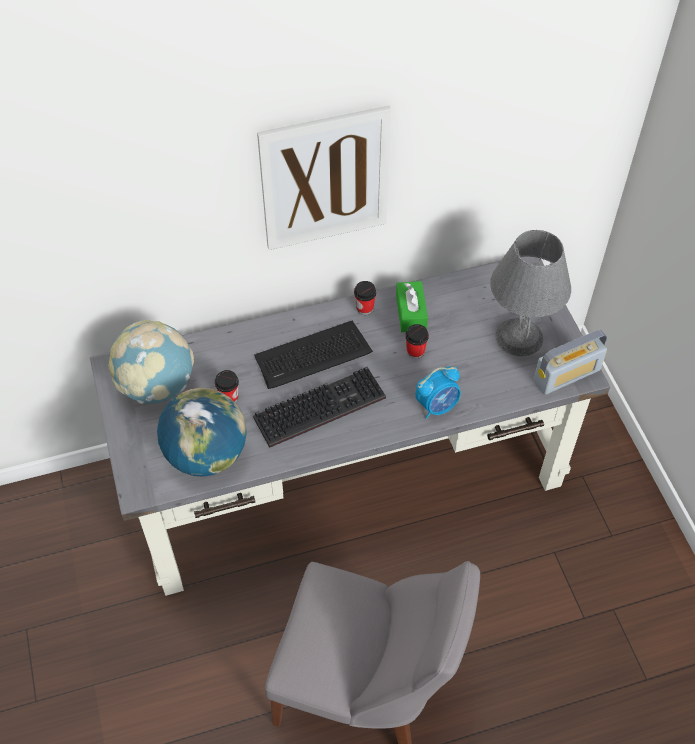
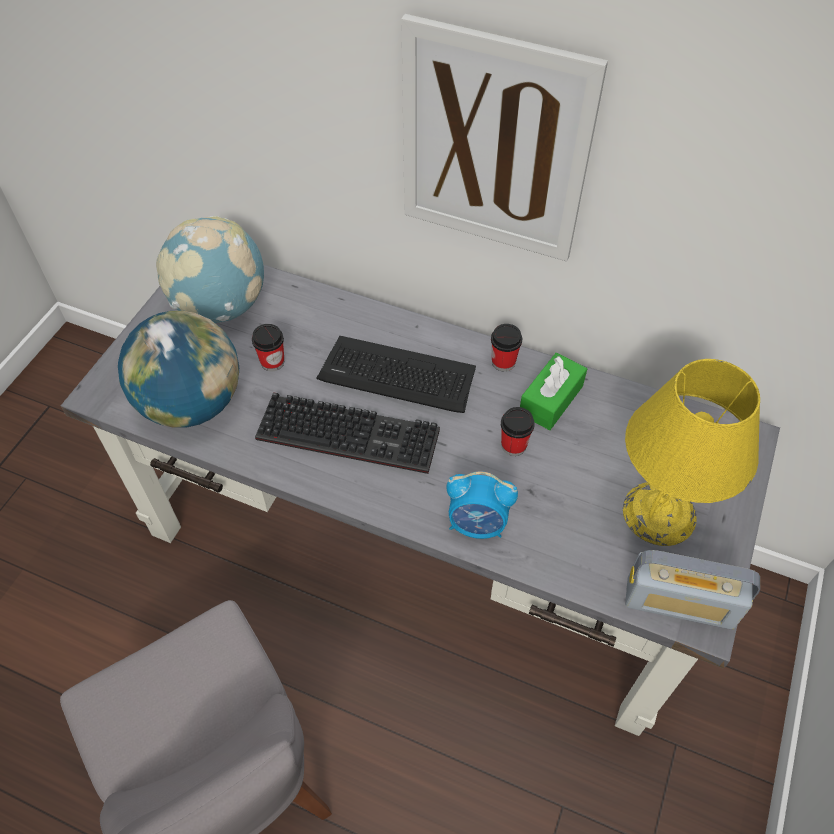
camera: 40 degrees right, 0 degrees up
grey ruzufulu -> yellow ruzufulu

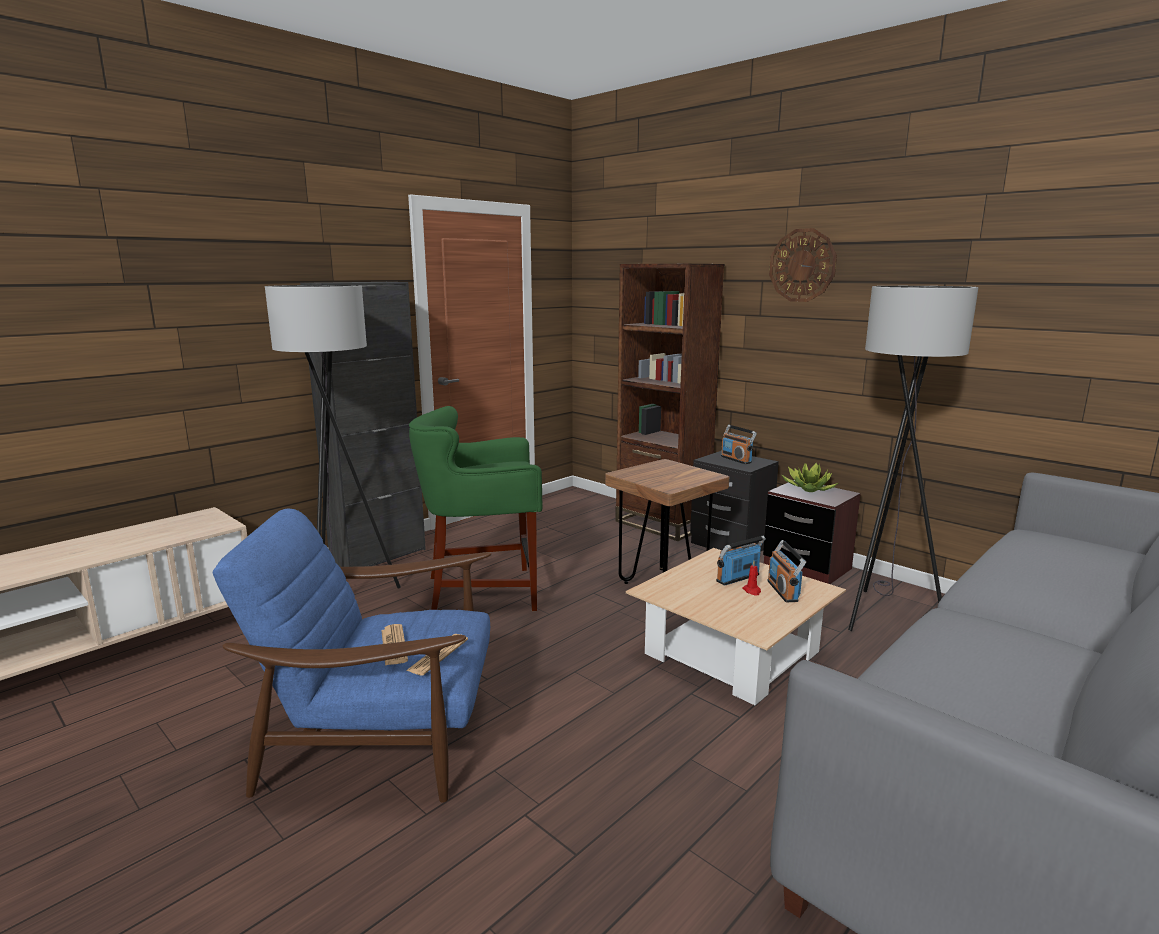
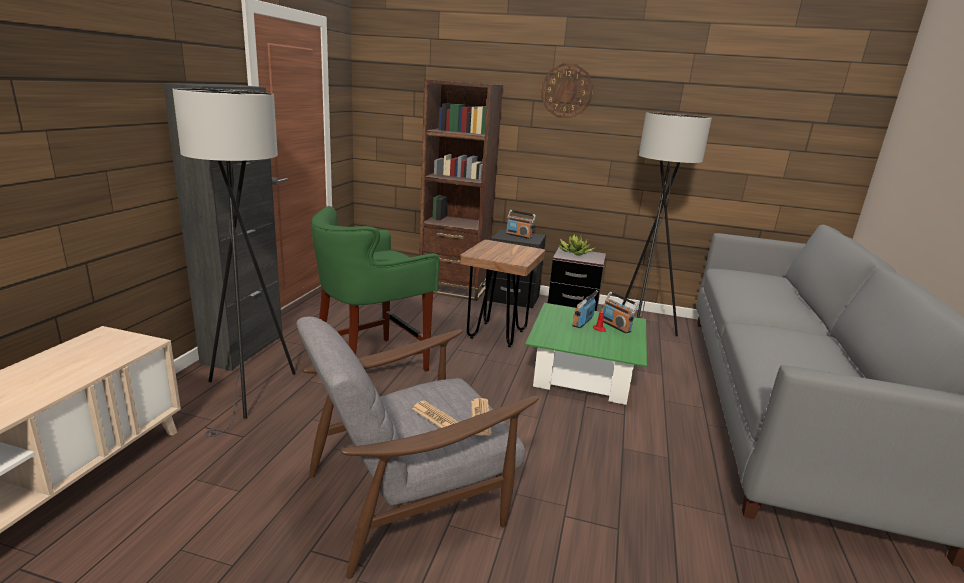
camera: 30 degrees left, 5 degrees up
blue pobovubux -> grey pobovubux
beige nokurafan -> green nokurafan

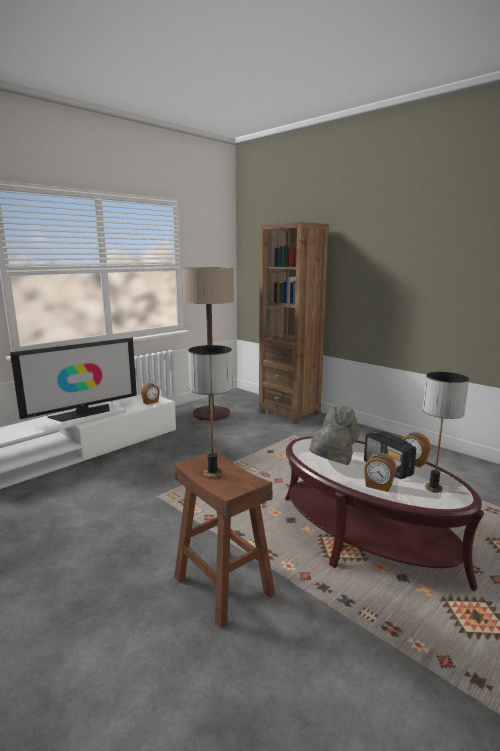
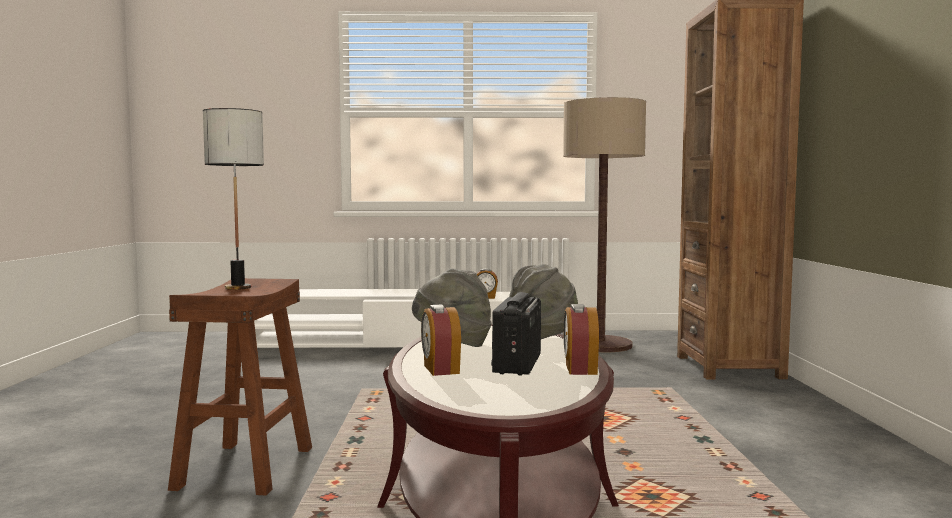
camera: 45 degrees right, 10 degrees down
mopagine -> none
ruzufulu (2nd from left) -> none

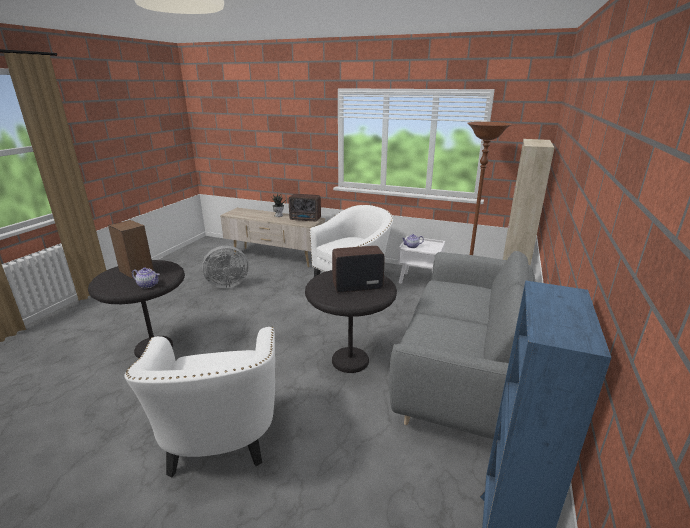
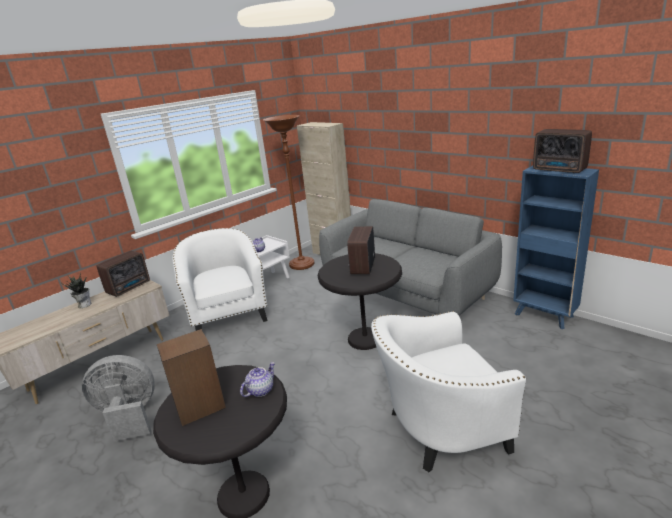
camera: 65 degrees left, 0 degrees up
white pobovubux (1st from left in the first image) -> white pobovubux (2nd from left), 150 degrees clockwise
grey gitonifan, 105 degrees counterclockwise
none -> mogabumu (3rd from left)

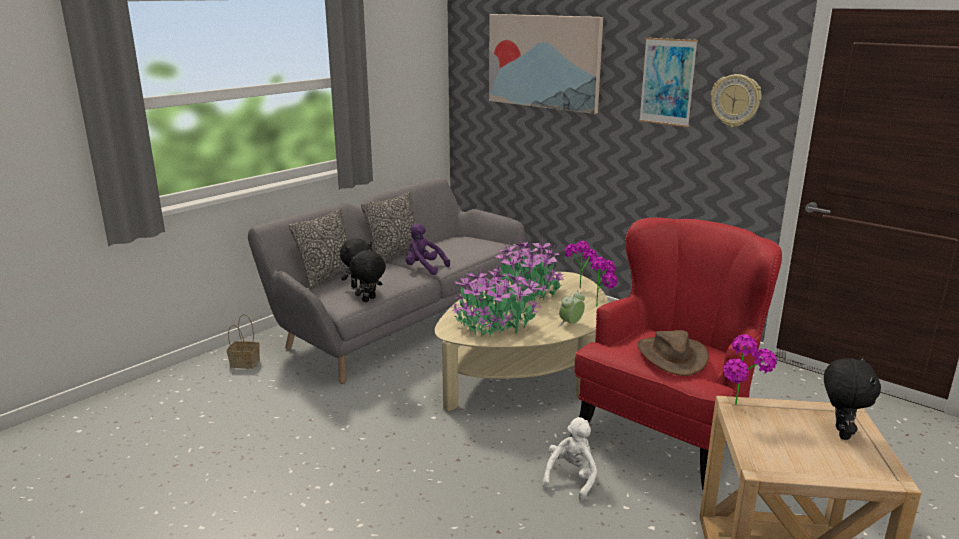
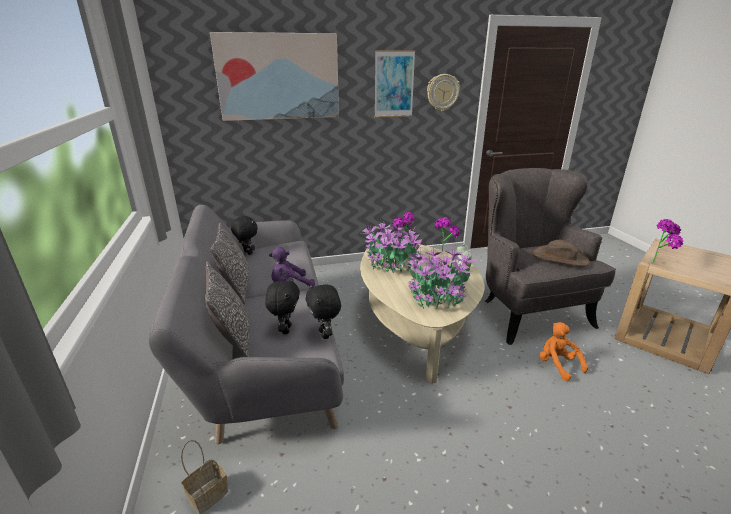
camera: 55 degrees left, 5 degrees up
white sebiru -> orange sebiru
red pobovubux -> grey pobovubux
black sebiru (3rd from left in the first image) -> black sebiru (1st from left), moved

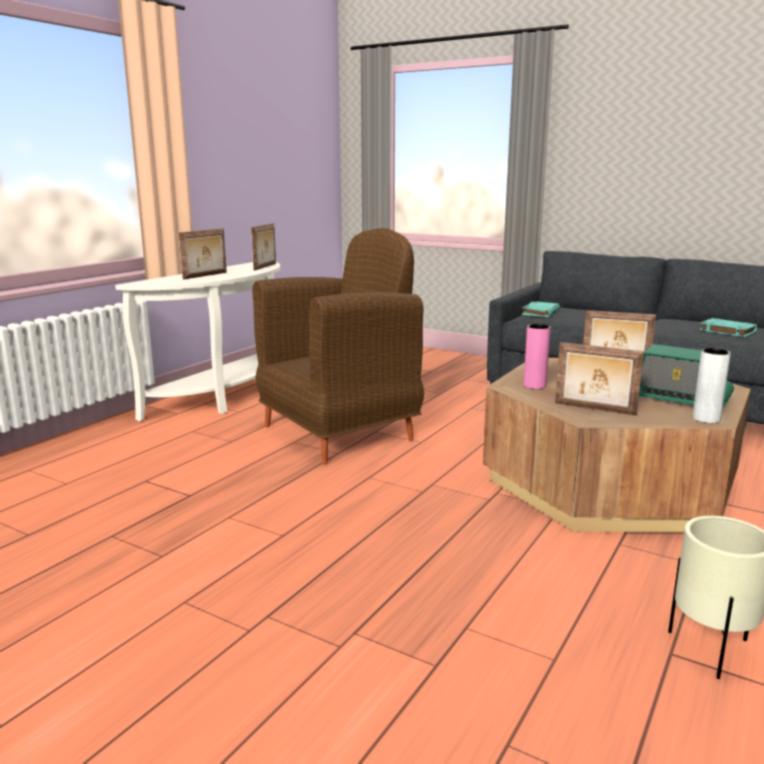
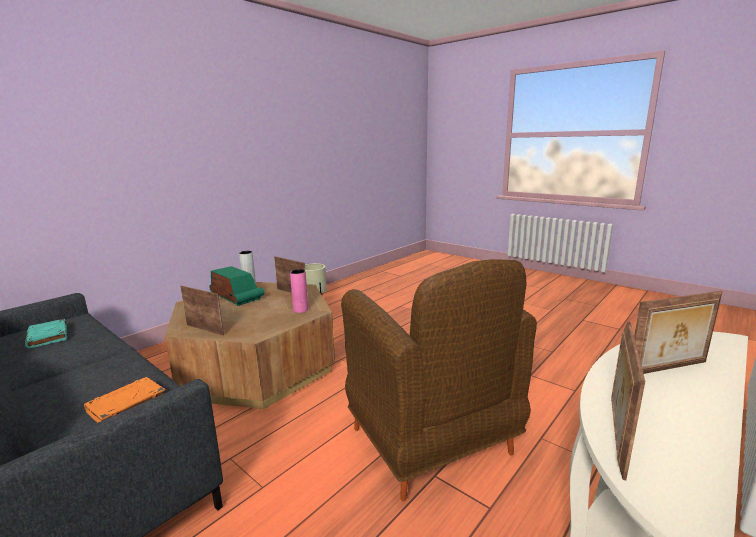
camera: 170 degrees left, 0 degrees up
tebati (1st from left in the first image) -> tebati (4th from left), 150 degrees counterclockwise
brown pobovubux, 90 degrees counterclockwise
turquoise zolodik (1st from left) -> orange zolodik

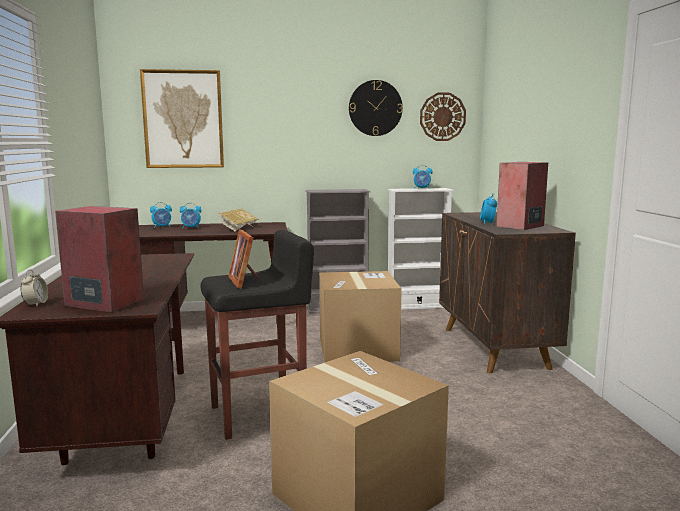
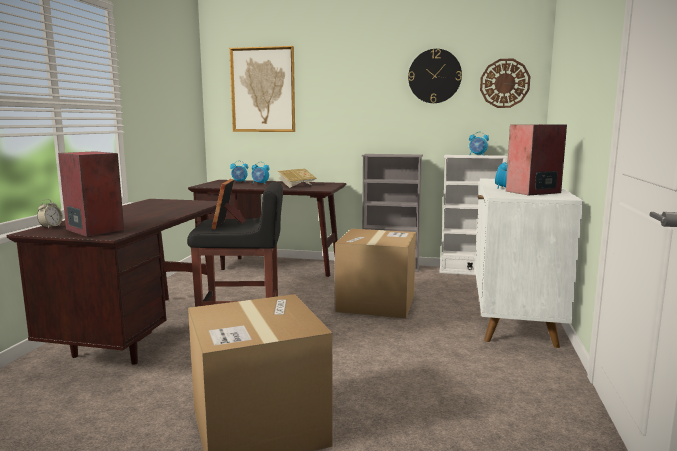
camera: 20 degrees right, 0 degrees up
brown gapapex -> white gapapex

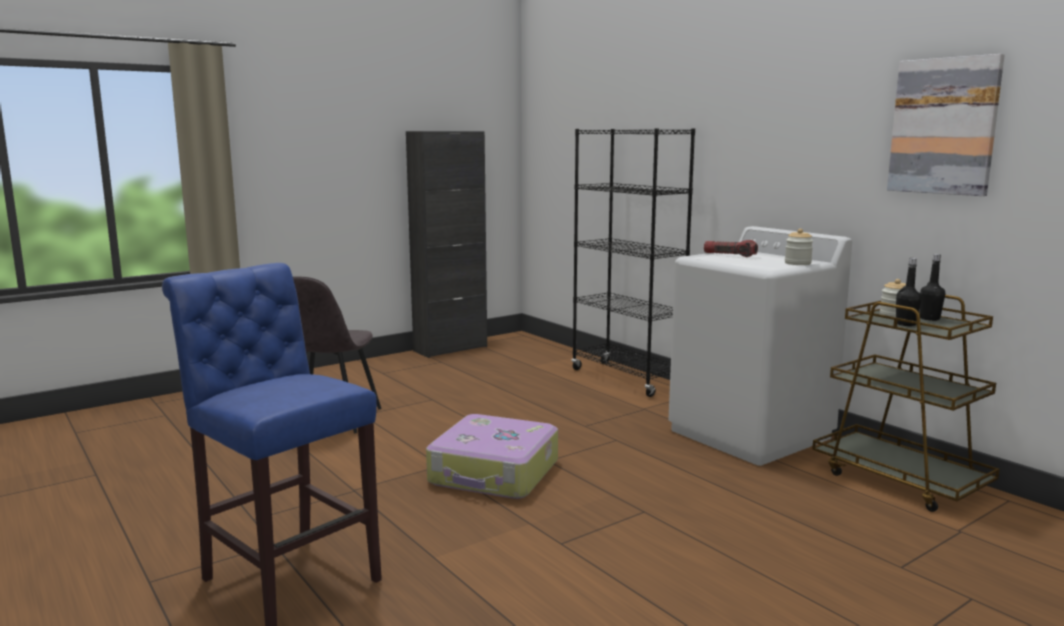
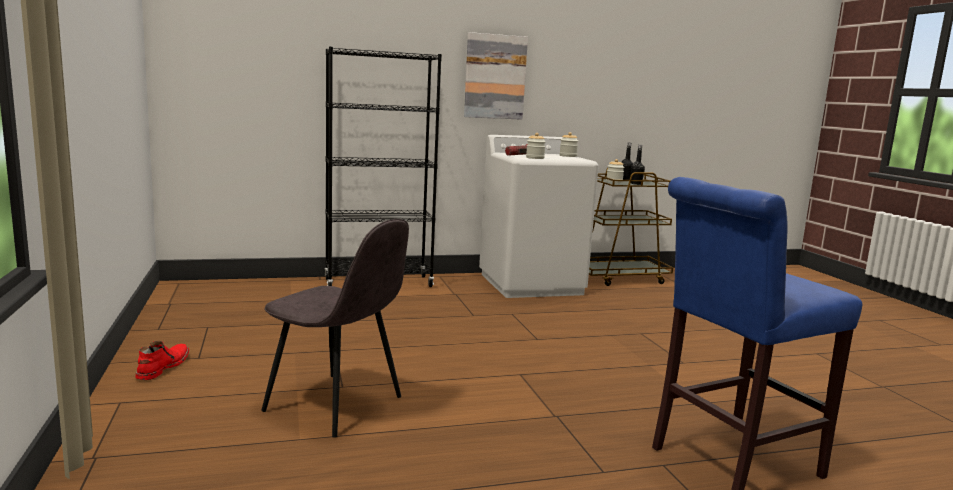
camera: 70 degrees left, 0 degrees up
black gapapex -> none
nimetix -> none
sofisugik, moved
none -> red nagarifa
none -> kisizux (1st from left)

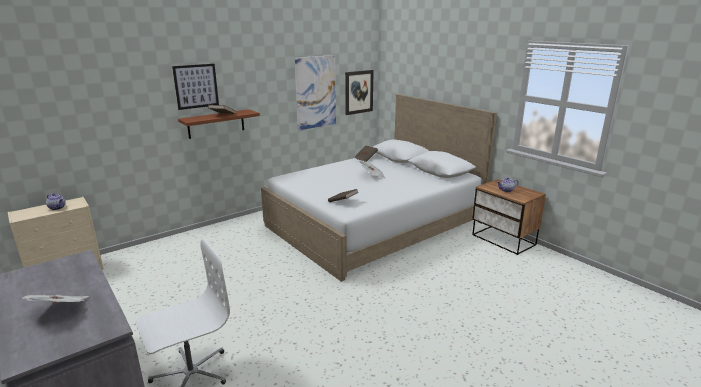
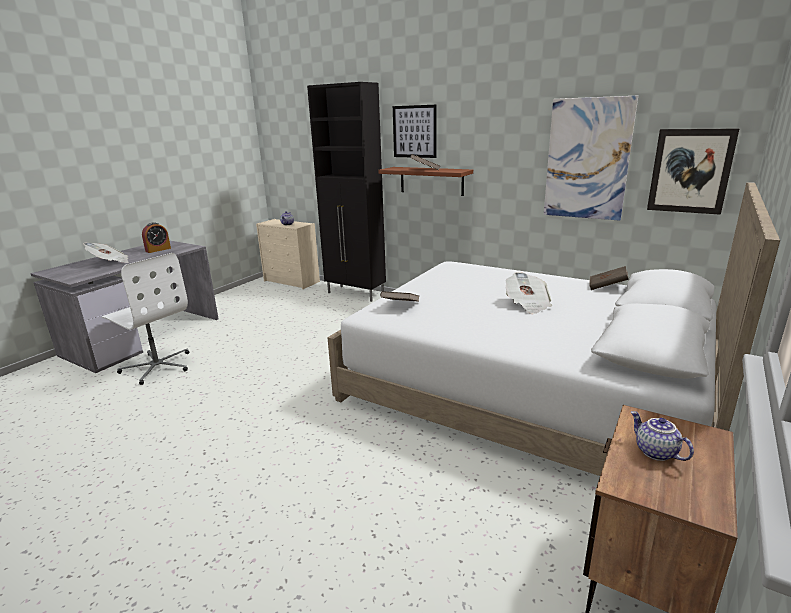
camera: 70 degrees right, 0 degrees up
none -> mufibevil
none -> black gapapex

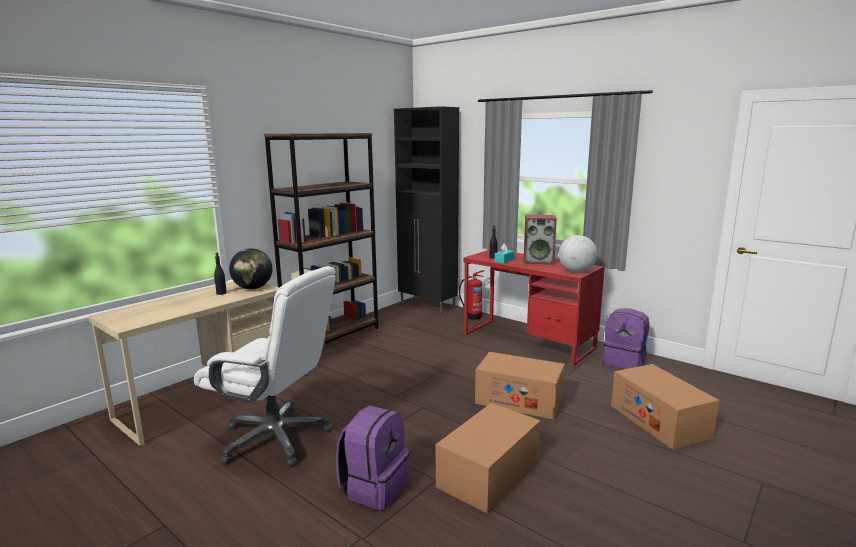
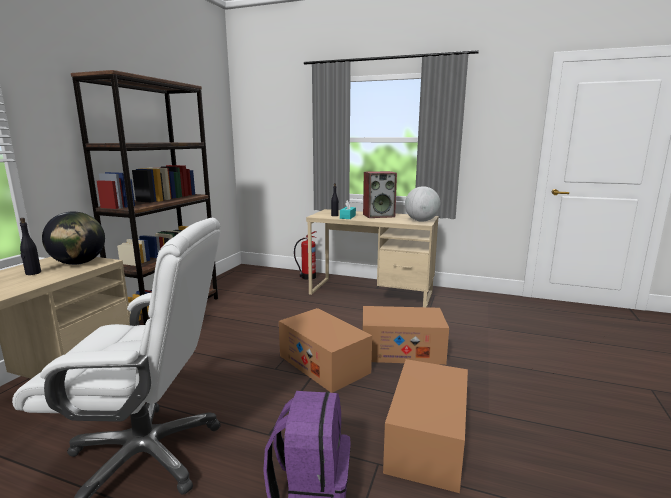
camera: 20 degrees left, 0 degrees up
black gapapex -> none
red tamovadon -> beige tamovadon (2nd from left)
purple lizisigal (2nd from left) -> none
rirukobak (3rd from left in the first image) -> rirukobak (1st from left), moved

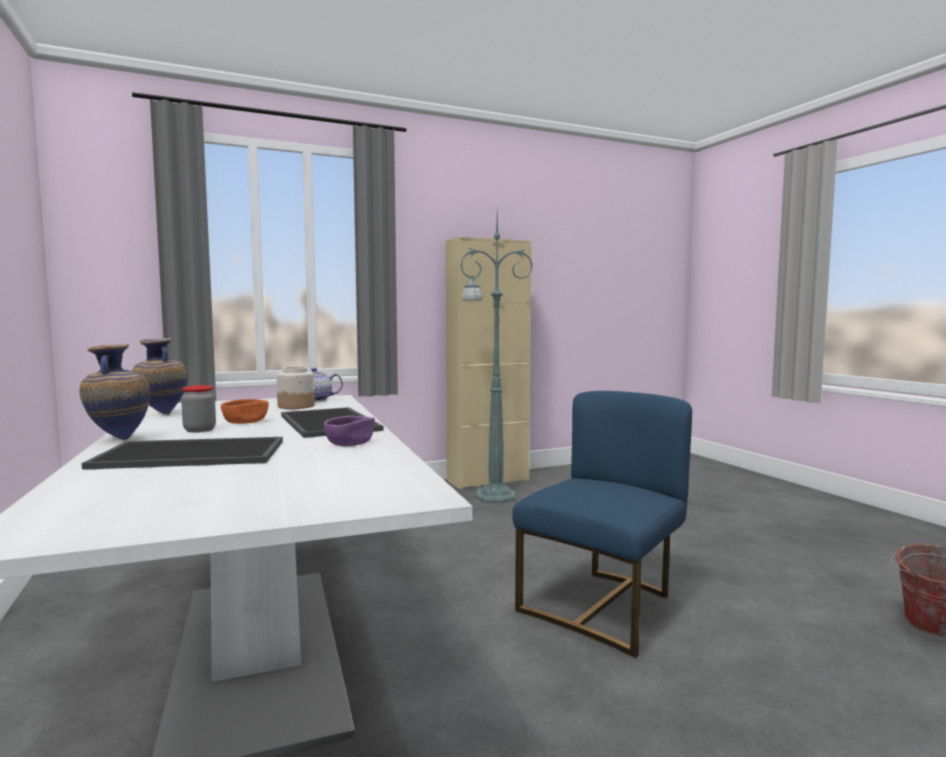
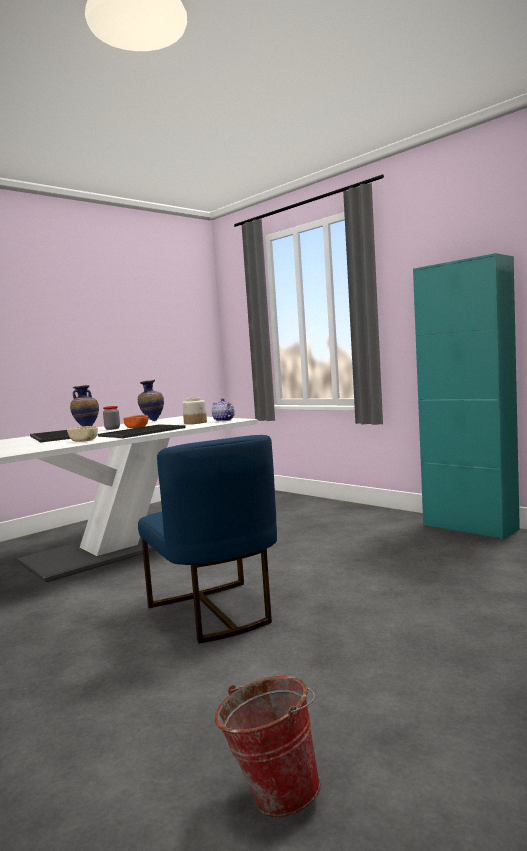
camera: 70 degrees right, 0 degrees up
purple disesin -> beige disesin
beige gapapex -> turquoise gapapex
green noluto -> none
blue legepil, 45 degrees clockwise

